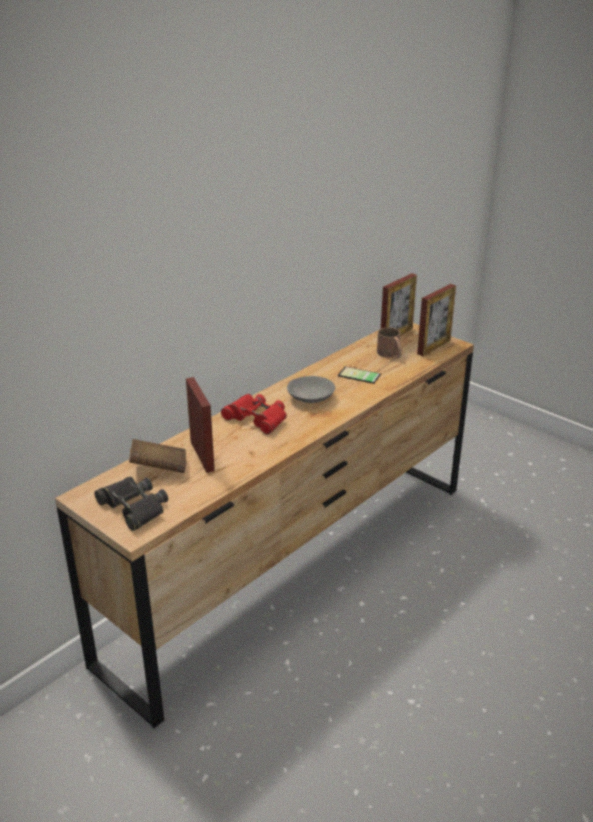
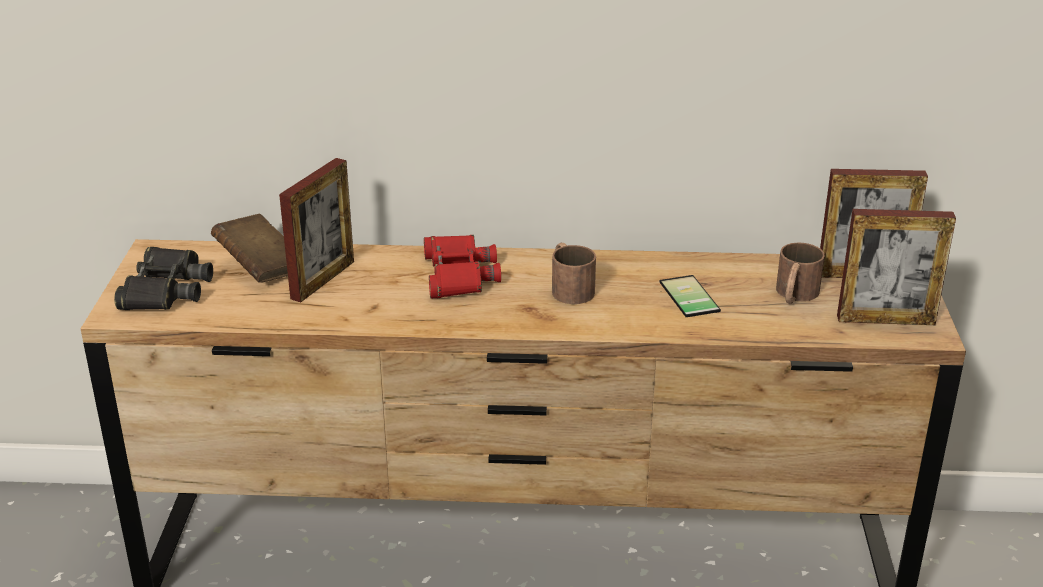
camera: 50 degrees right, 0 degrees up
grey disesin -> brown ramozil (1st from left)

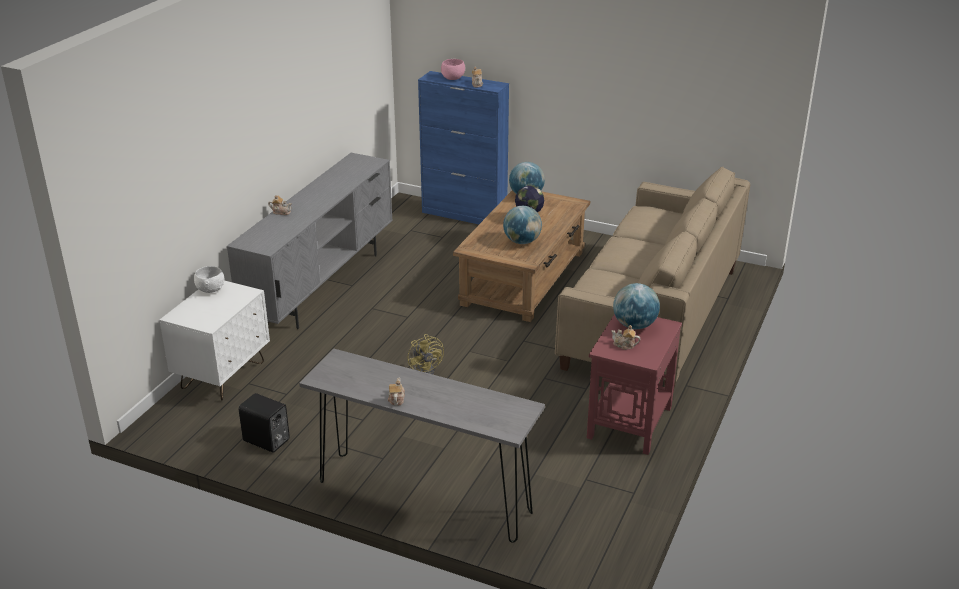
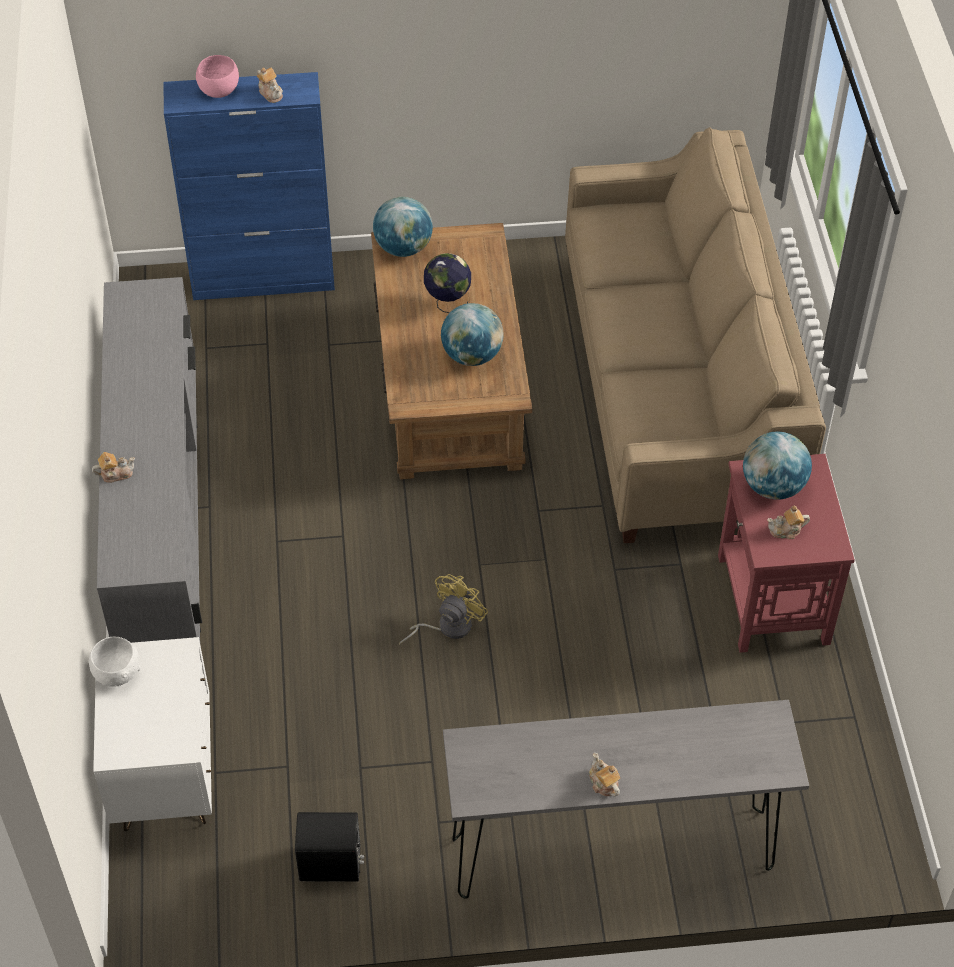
camera: 30 degrees left, 20 degrees up
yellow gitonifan, 90 degrees counterclockwise

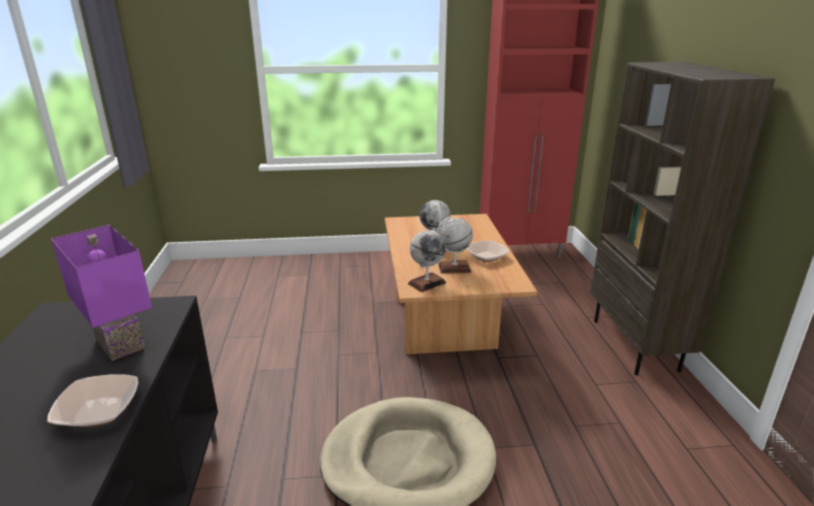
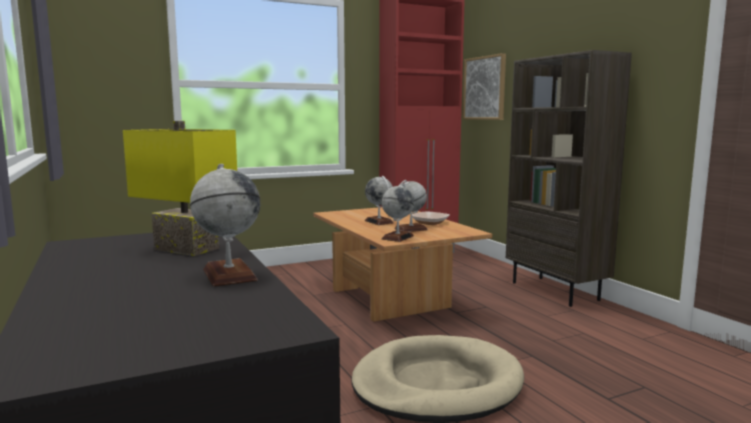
camera: 20 degrees left, 15 degrees down
disesin (1st from left) -> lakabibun (1st from left)
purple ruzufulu -> yellow ruzufulu
none -> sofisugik

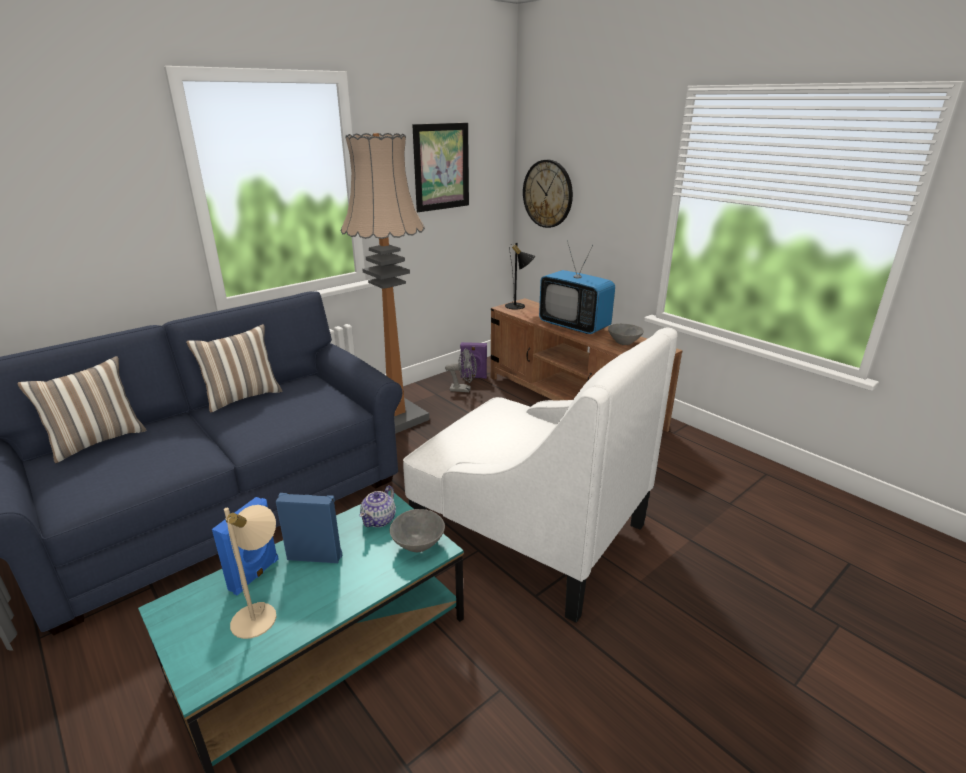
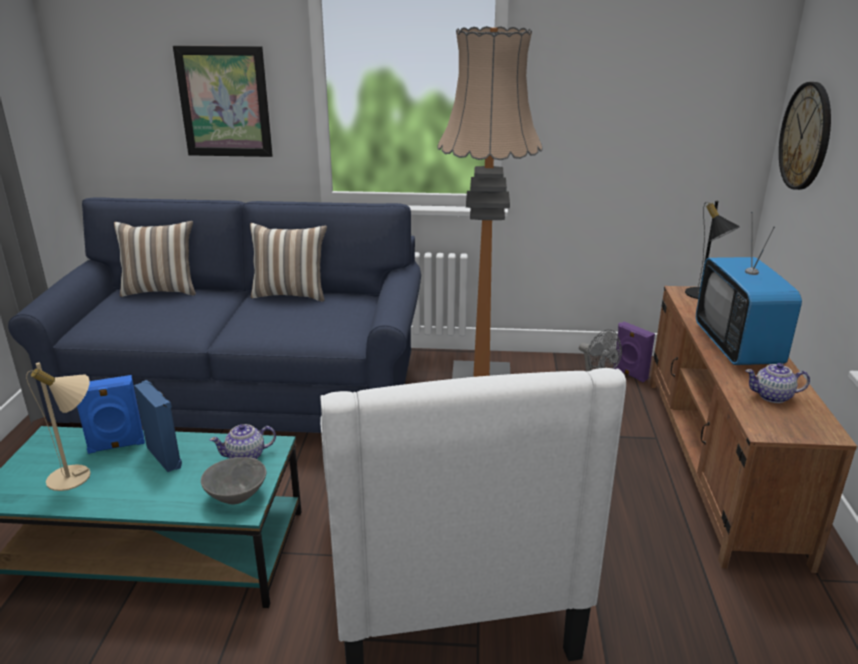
camera: 45 degrees right, 0 degrees up
sofisugik, moved
grey disesin (2nd from left) -> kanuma (2nd from left)

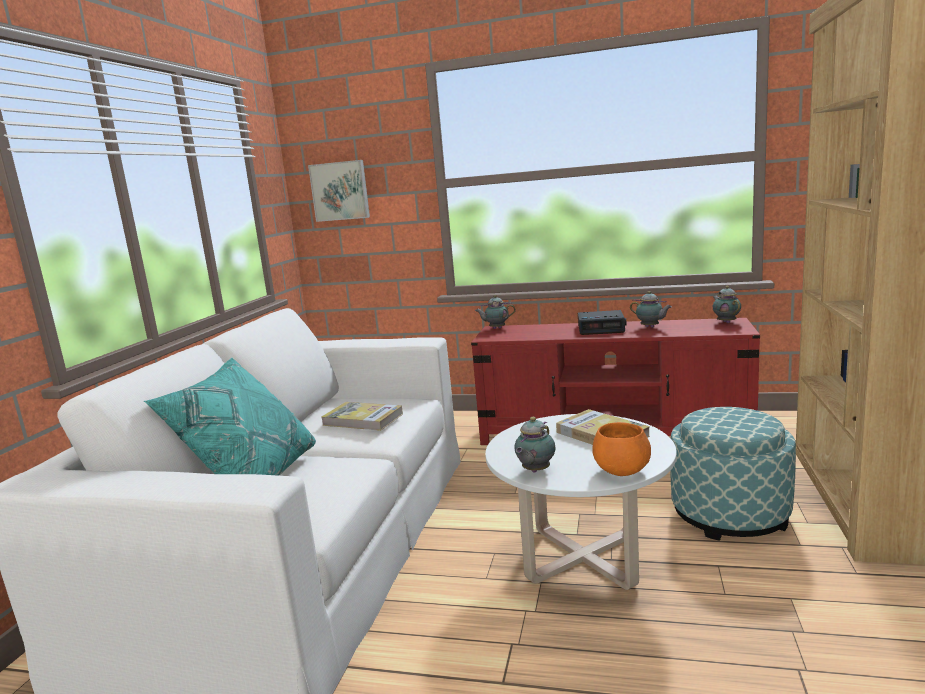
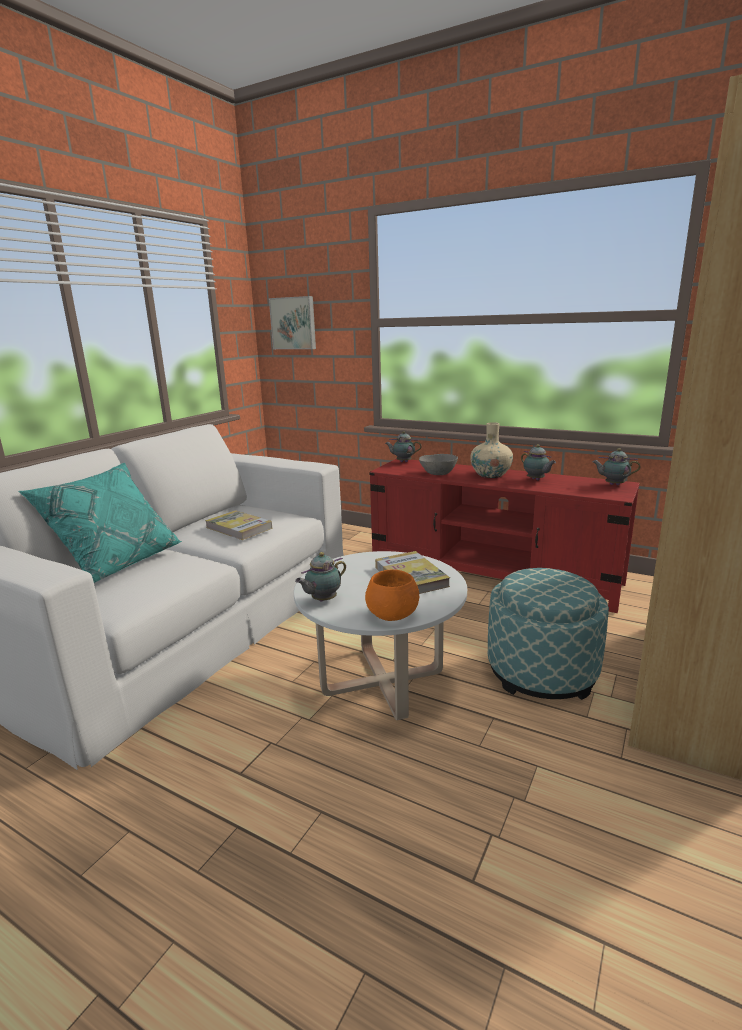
camera: 15 degrees right, 5 degrees up
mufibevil -> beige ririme
kanuma (4th from left), 75 degrees counterclockwise
none -> grey disesin

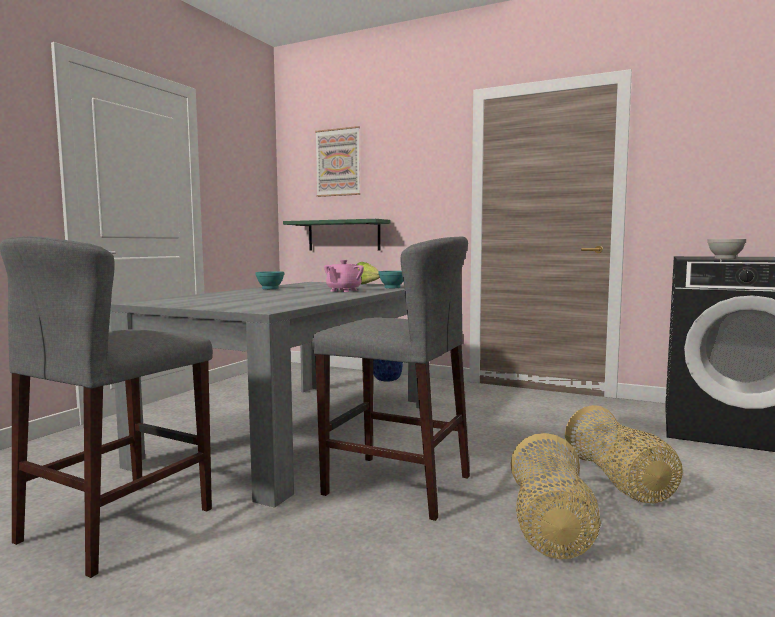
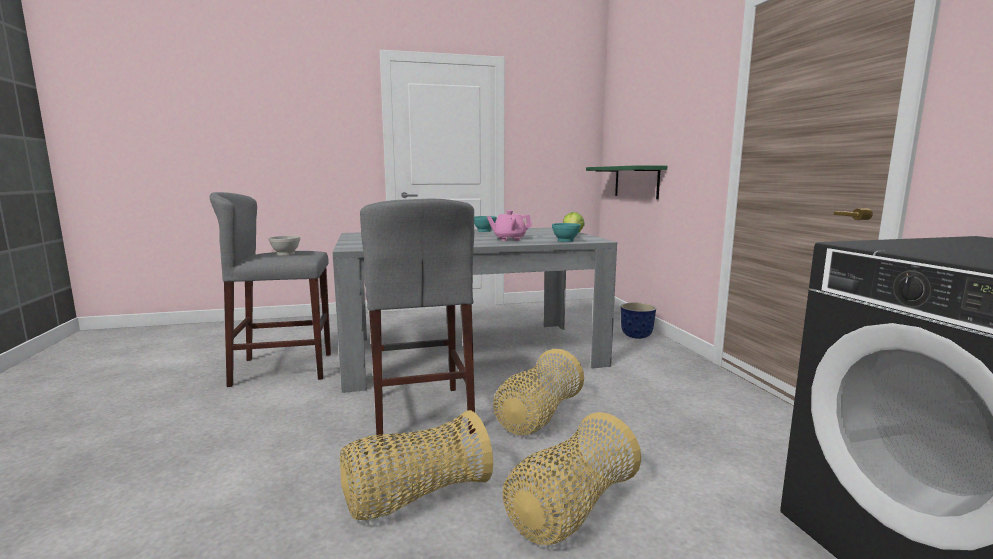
camera: 50 degrees right, 5 degrees up
sofisugik -> none
white disesin, moved
none -> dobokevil (2nd from left)

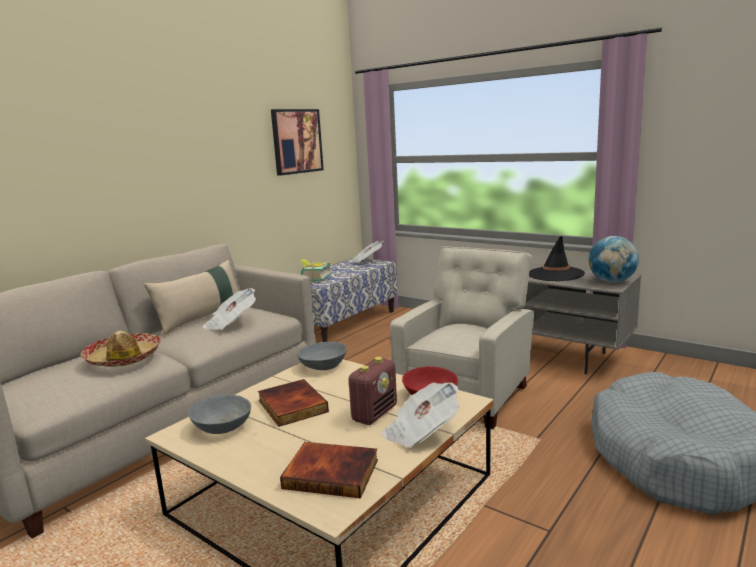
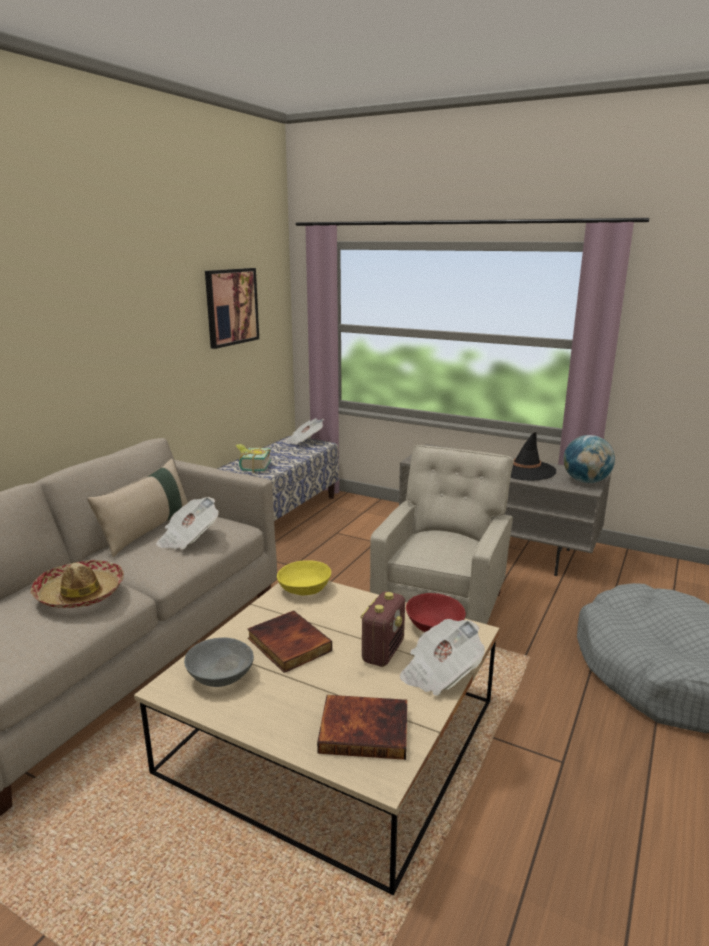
camera: 10 degrees left, 5 degrees up
grey disesin (2nd from left) -> yellow disesin

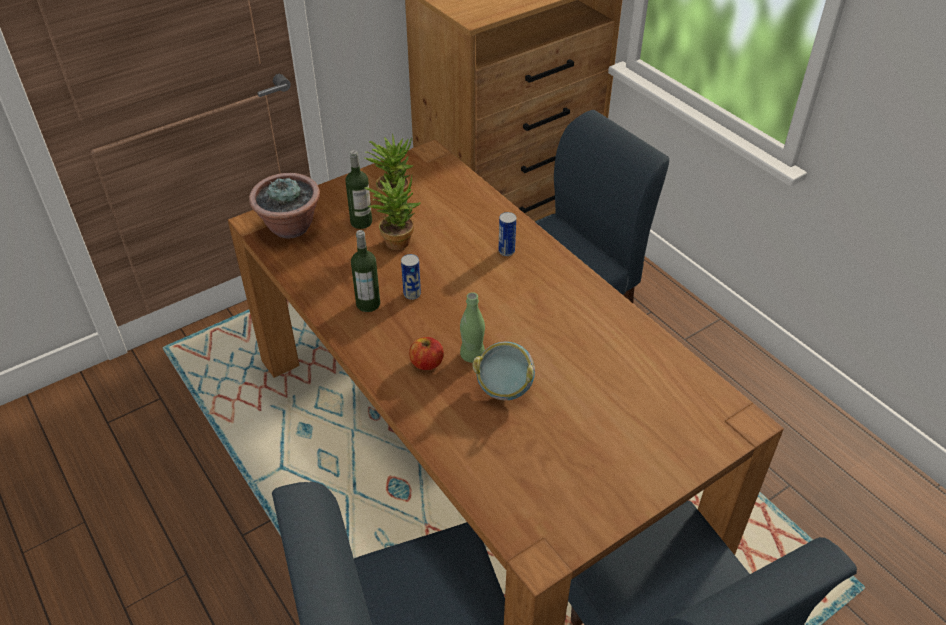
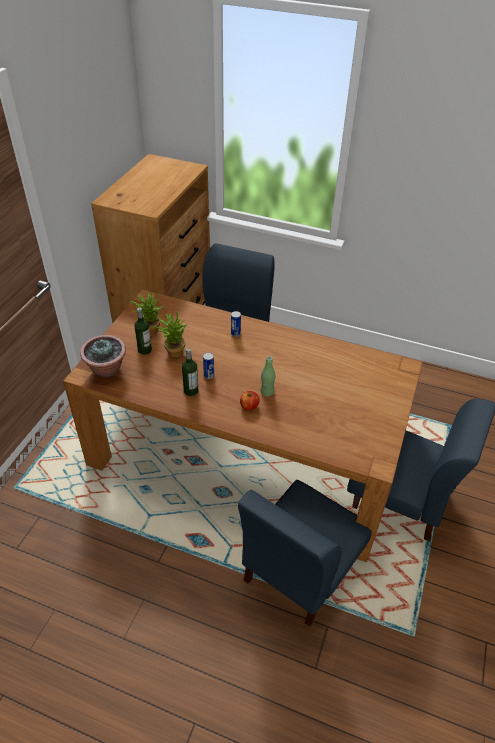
camera: 35 degrees left, 0 degrees up
disesin -> none

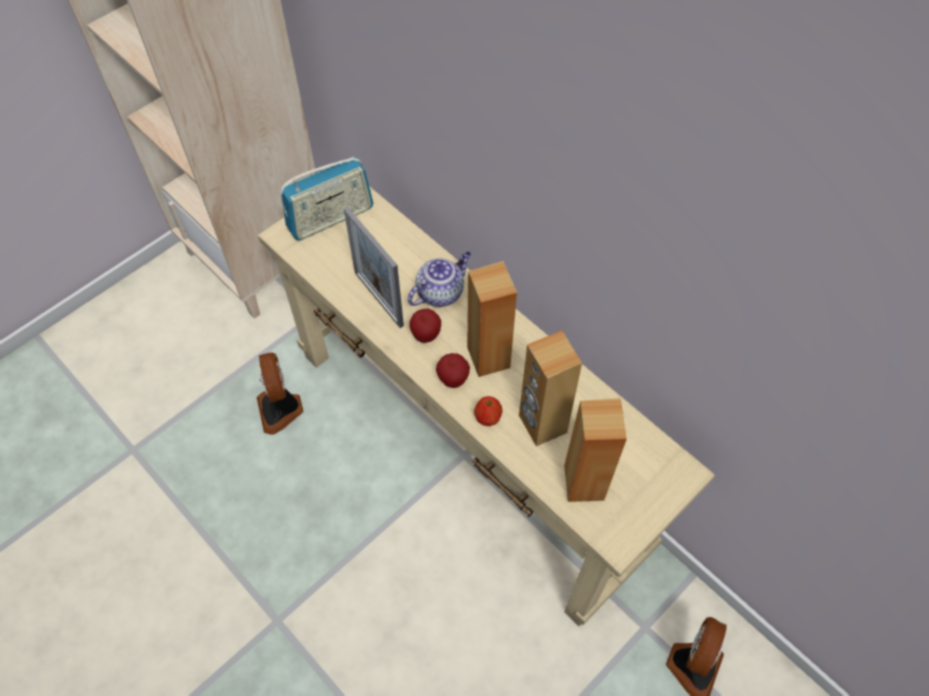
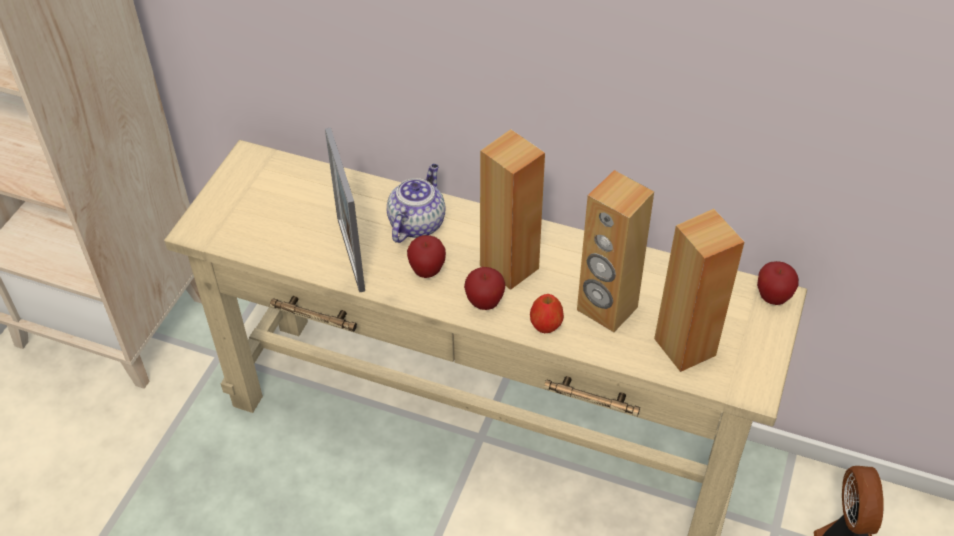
camera: 25 degrees left, 10 degrees down
gitonifan (1st from left) -> none
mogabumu -> none
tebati, 45 degrees clockwise
none -> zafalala (4th from left)

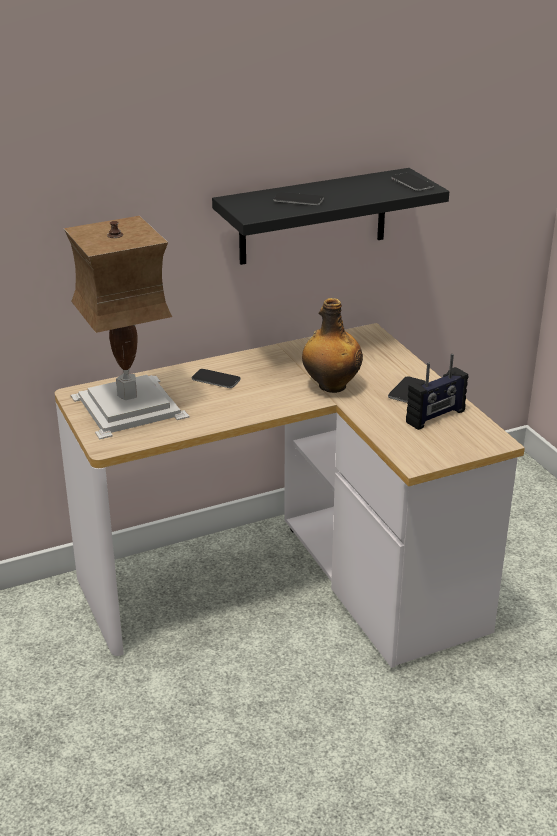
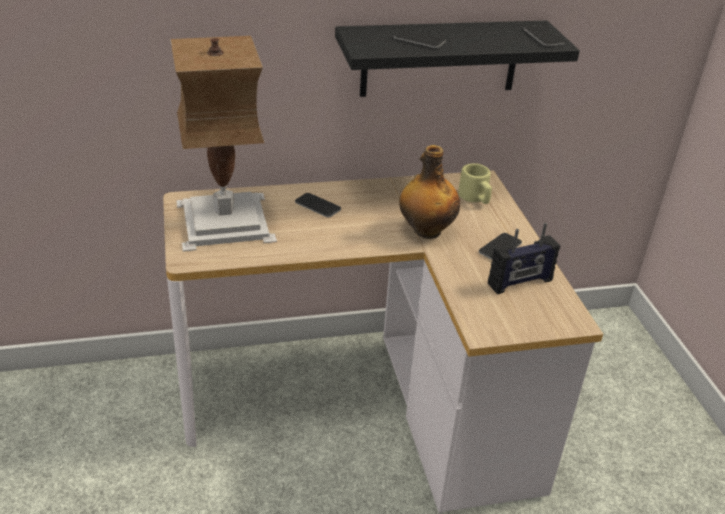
camera: 10 degrees right, 5 degrees up
none -> beige ramozil

